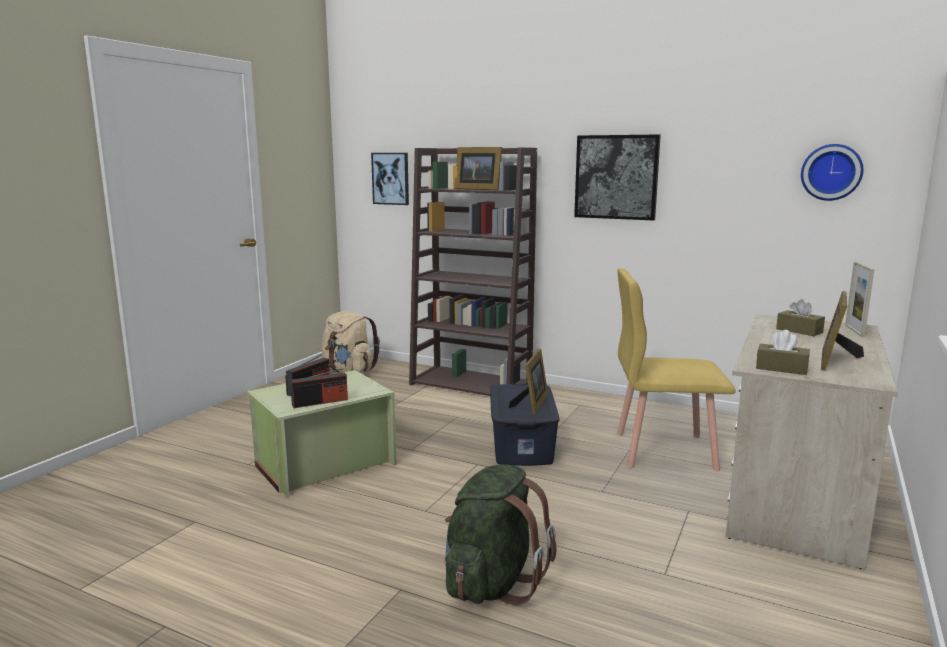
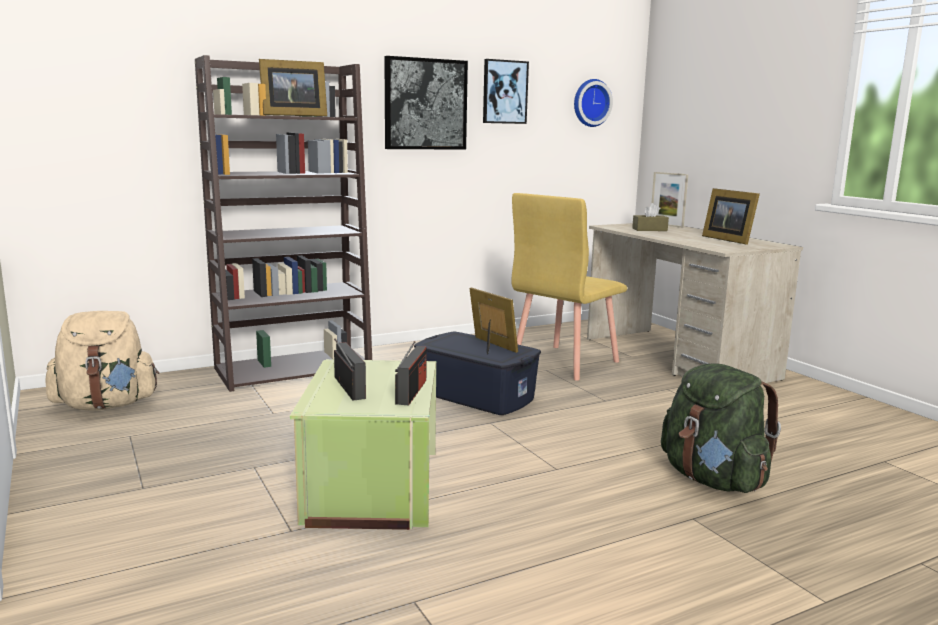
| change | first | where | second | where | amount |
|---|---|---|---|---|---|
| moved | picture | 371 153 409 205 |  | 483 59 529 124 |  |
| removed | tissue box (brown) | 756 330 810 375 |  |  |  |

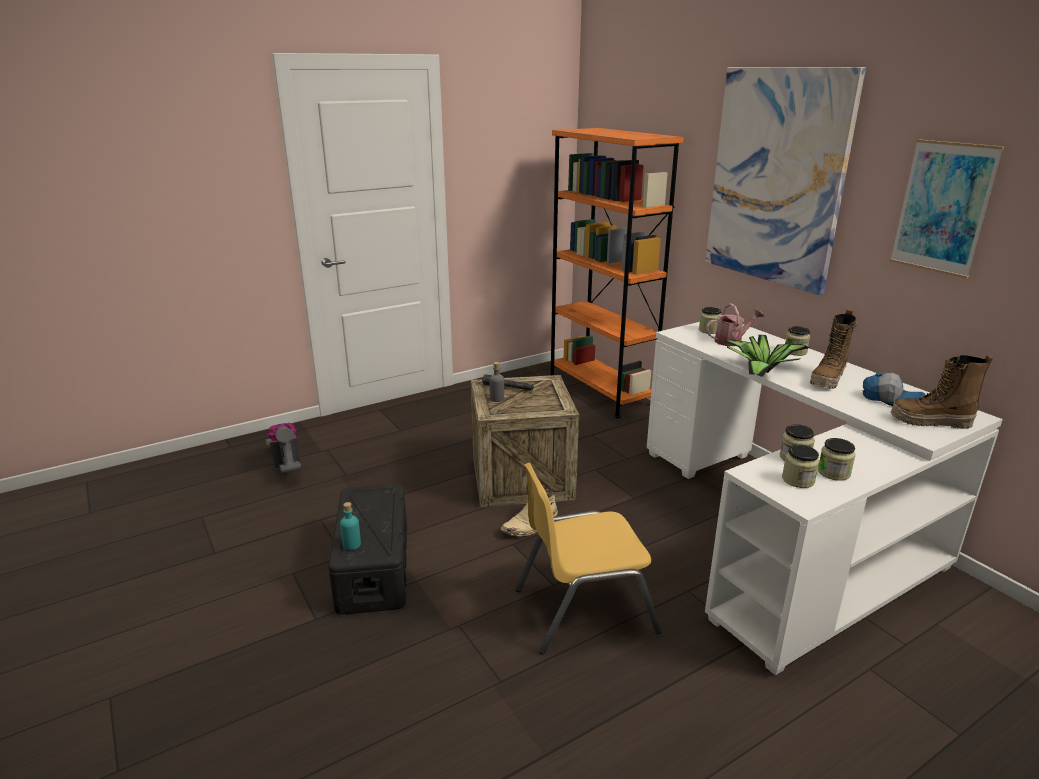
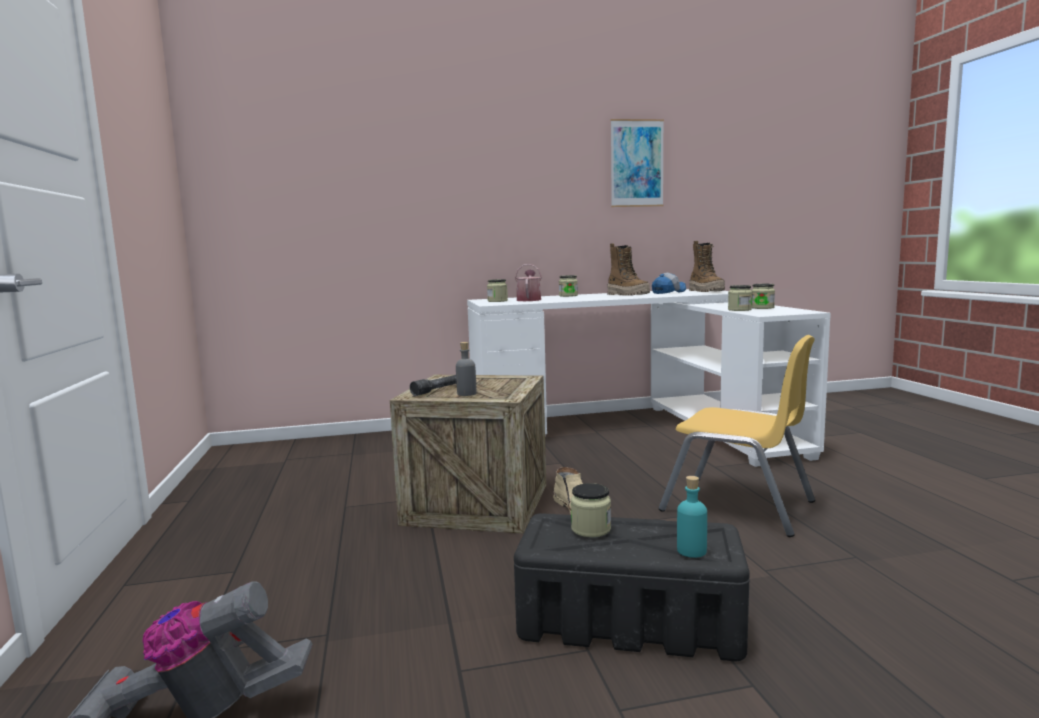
| change | first | where | second | where | amount |
|---|---|---|---|---|---|
| turned | chair (yellow) | 515 463 662 655 |  | 659 335 815 537 | 60 degrees counterclockwise |
| removed | bookcase (orange) | 551 128 684 418 |  |  |  |
| removed | picture | 706 67 866 295 |  |  |  |
| removed | potted plant | 724 335 810 377 |  |  |  |
| moved | jar | 782 445 819 488 |  | 571 483 611 537 |  |
| turned | boot | 890 355 993 429 |  | 689 241 725 292 | 45 degrees counterclockwise |

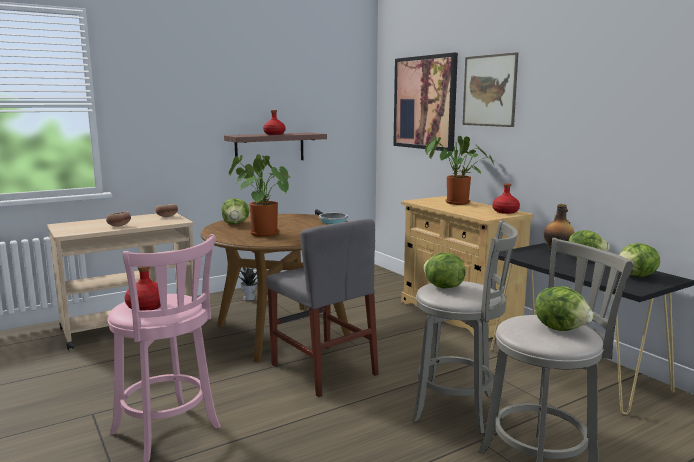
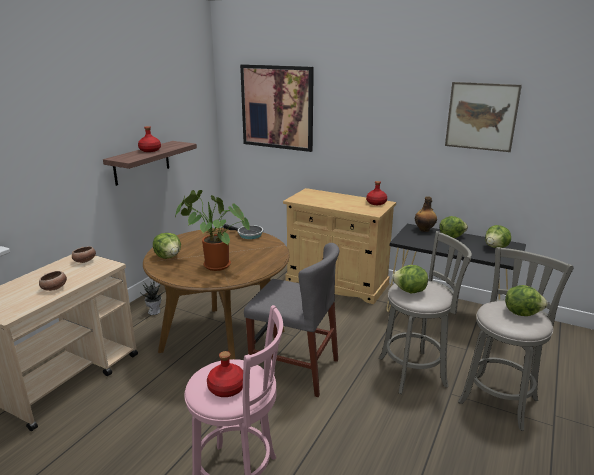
| change | first | where | second | where | amount |
|---|---|---|---|---|---|
| removed | potted plant | 425 136 494 205 |  |  |  |
| moved | picture | 462 52 518 127 |  | 445 82 522 152 |  |

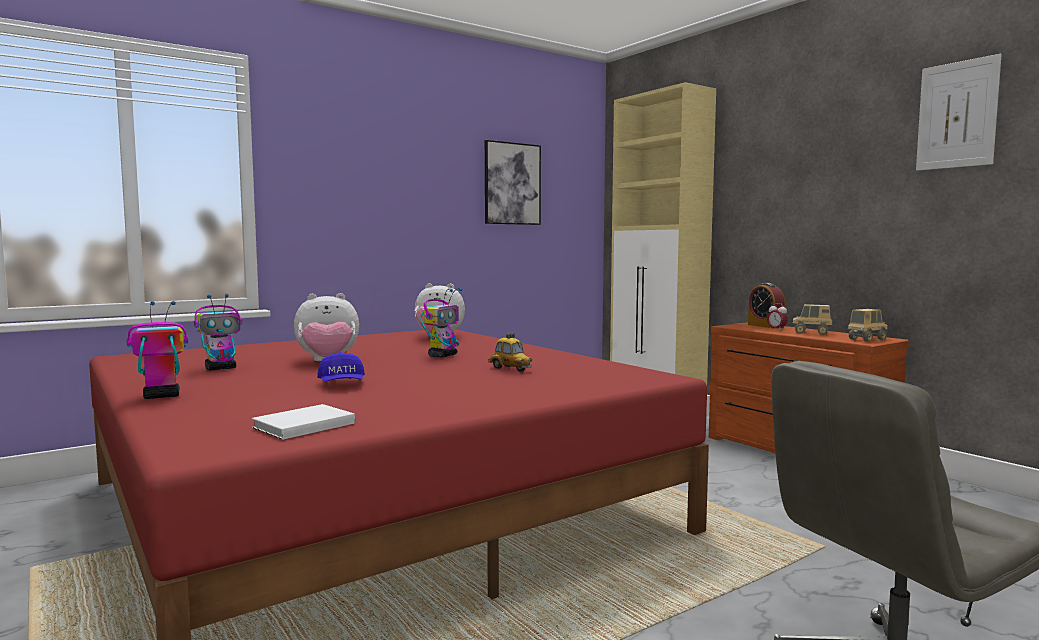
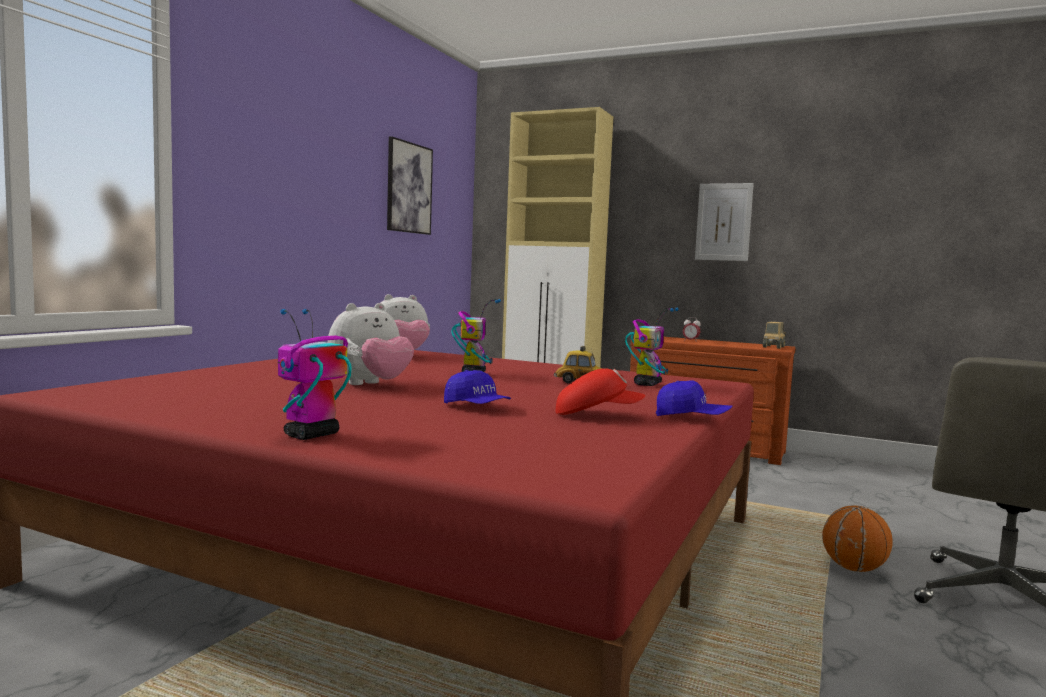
| change | first | where | second | where | amount |
|---|---|---|---|---|---|
| moved | toy robot | 194 294 242 370 |  | 625 307 679 386 |  |
| removed | book (white) | 252 404 355 440 |  |  |  |
| removed | alarm clock | 748 283 785 328 |  |  |  |
| removed | toy truck | 793 304 832 335 |  |  |  |
| moved | picture | 916 54 1002 171 |  | 695 183 754 261 |  |
| added |  |  | cap (red) | 556 368 646 415 |  |
| added |  |  | cap (blue) | 656 381 733 416 |  |
| added |  |  | basketball | 822 505 893 572 |  |

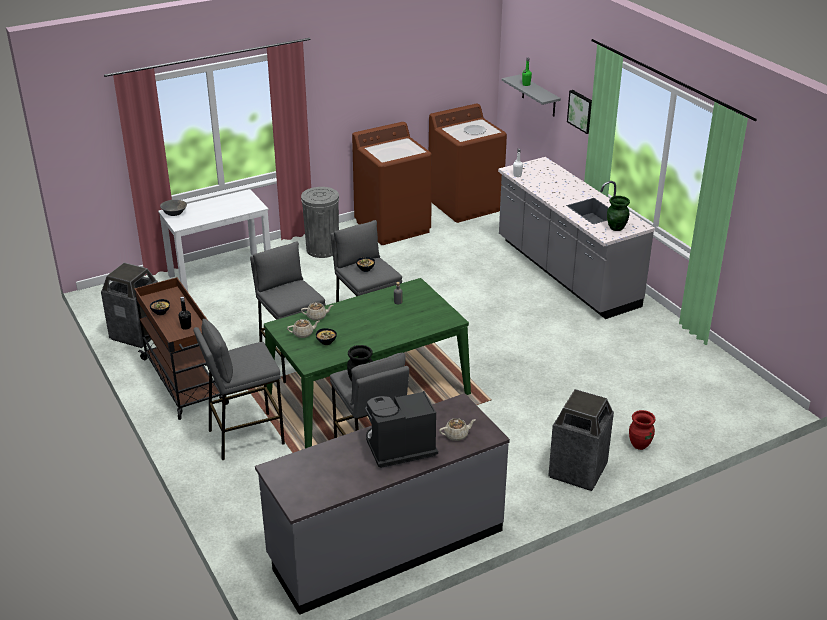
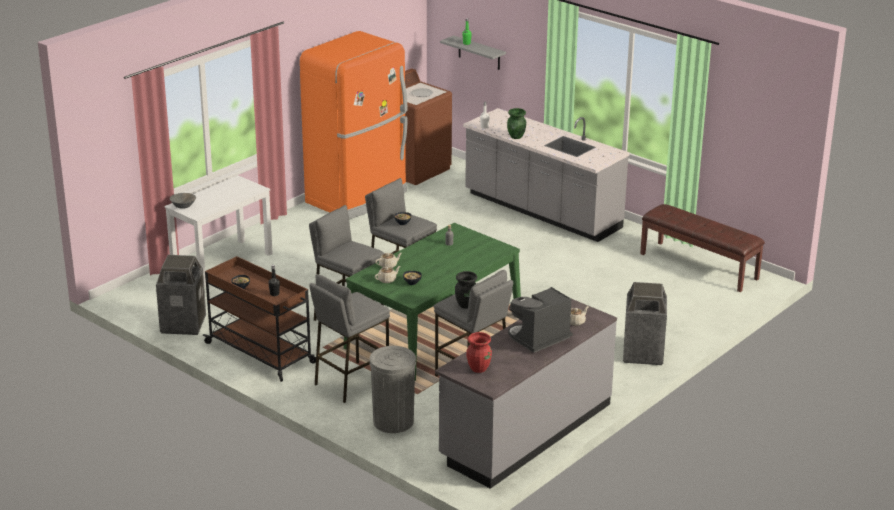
| change | first | where | second | where | amount |
|---|---|---|---|---|---|
| moved | trash can (grey) | 301 187 339 258 |  | 370 346 416 433 |  |
| replaced | washing machine (brown) | 352 122 432 245 | fridge (orange) | 300 31 408 219 |  |
| removed | picture | 567 90 592 134 |  |  |  |
| moved | vase (green) | 607 196 630 231 |  | 507 108 526 139 |  |
| moved | vase (red) | 629 410 656 450 |  | 466 332 492 373 |  |
| added |  |  | bench (brown) | 640 204 765 292 |  |

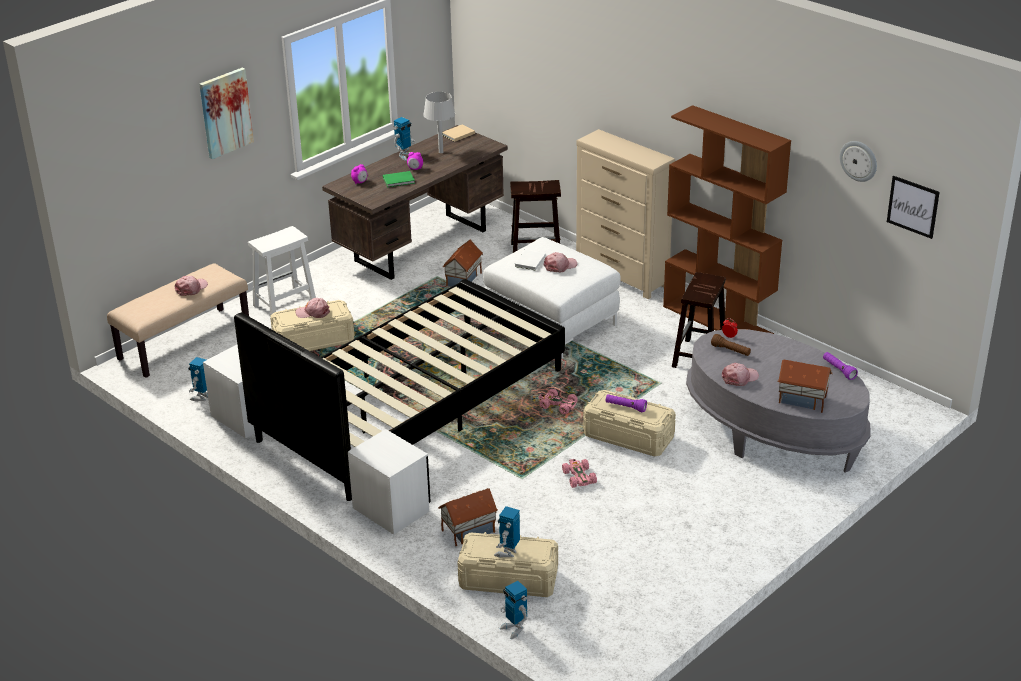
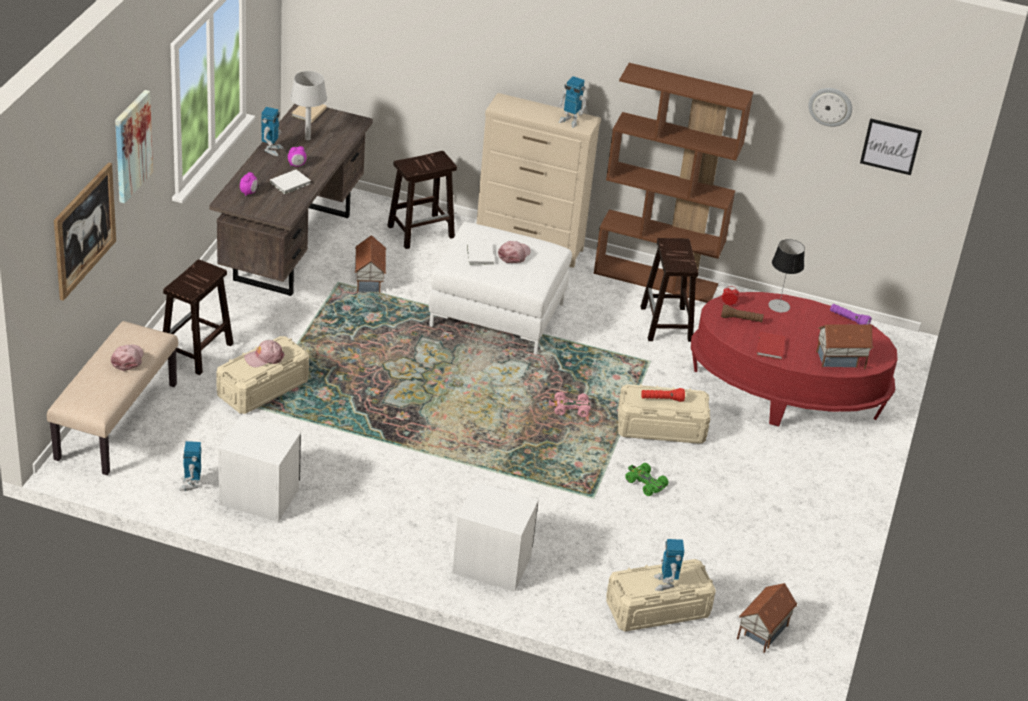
| change | first | where | second | where | amount |
|---|---|---|---|---|---|
| removed | bed (black) | 234 279 565 501 |  |  |  |
| recoloured | stool (white) | 248 226 316 316 | stool (brown) | 163 259 234 375 |  |
| recoloured | book (green) | 383 171 415 187 | book (white) | 270 170 311 194 |  |
| moved | toy house | 438 488 498 546 |  | 737 583 798 653 |  |
| moved | toy robot | 500 581 527 639 |  | 558 76 586 128 |  |
| recoloured | toy car (pink) | 562 459 597 488 | toy car (green) | 625 463 669 496 |  |
| recoloured | flashlight (purple) | 606 394 647 413 | flashlight (red) | 641 388 685 402 |  |
| recoloured | coffee table (grey) | 686 329 871 473 | coffee table (red) | 691 292 898 426 |  |
| replaced | cap (pink) | 722 363 759 386 | book (red) | 756 332 785 360 |  |
| added |  |  | picture | 54 162 116 301 |  |
| added |  |  | table lamp | 768 239 805 313 |  |

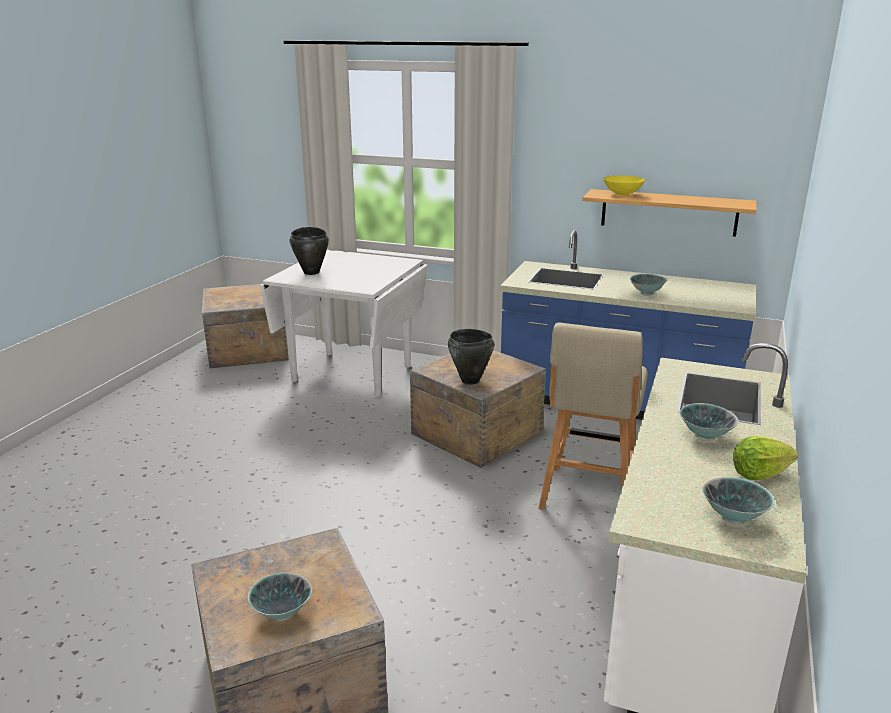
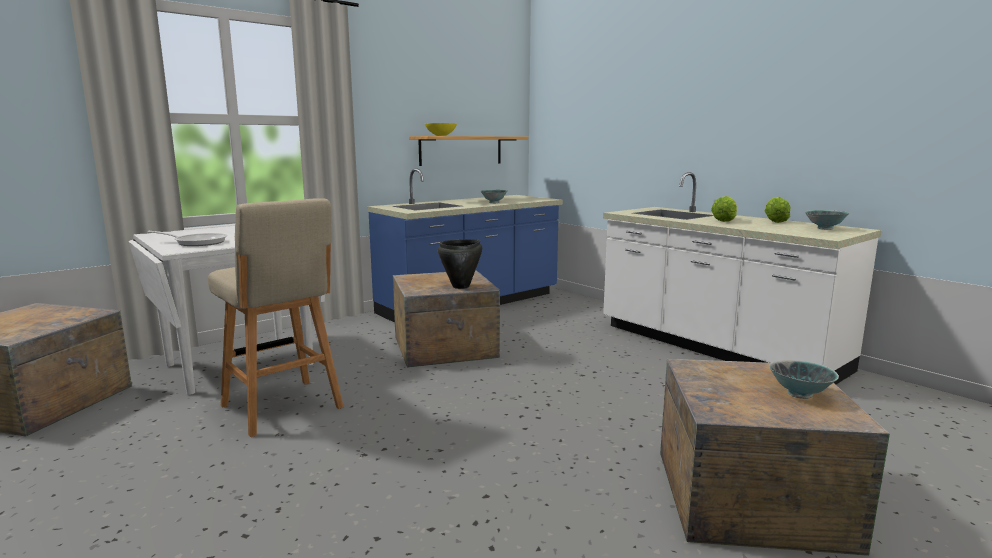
| change | first | where | second | where | amount |
|---|---|---|---|---|---|
| replaced | cooking pot (black) | 290 227 329 275 | frying pan | 147 231 227 246 |  |
| moved | stool (beige) | 538 323 648 510 |  | 208 198 344 437 |  |
| replaced | bowl | 680 403 739 441 | lettuce | 711 196 737 222 |  |

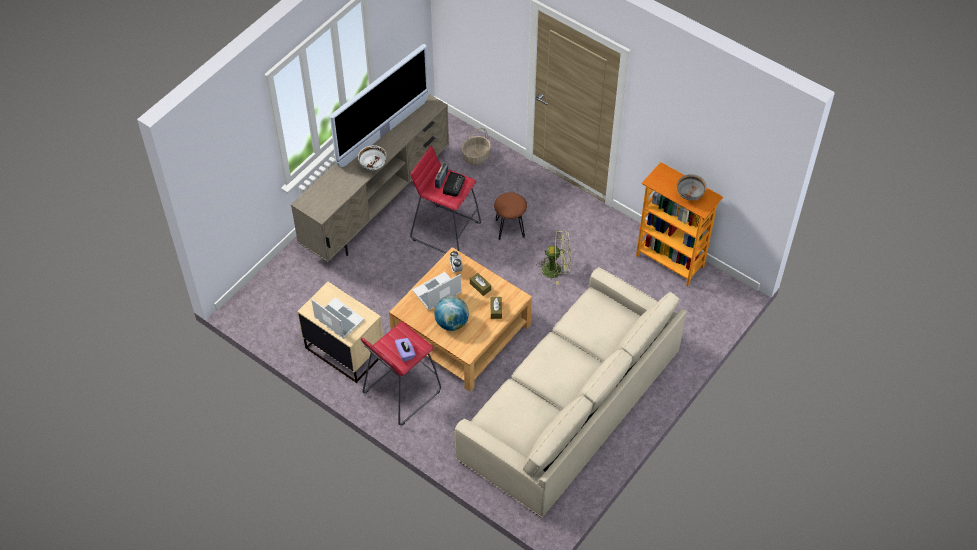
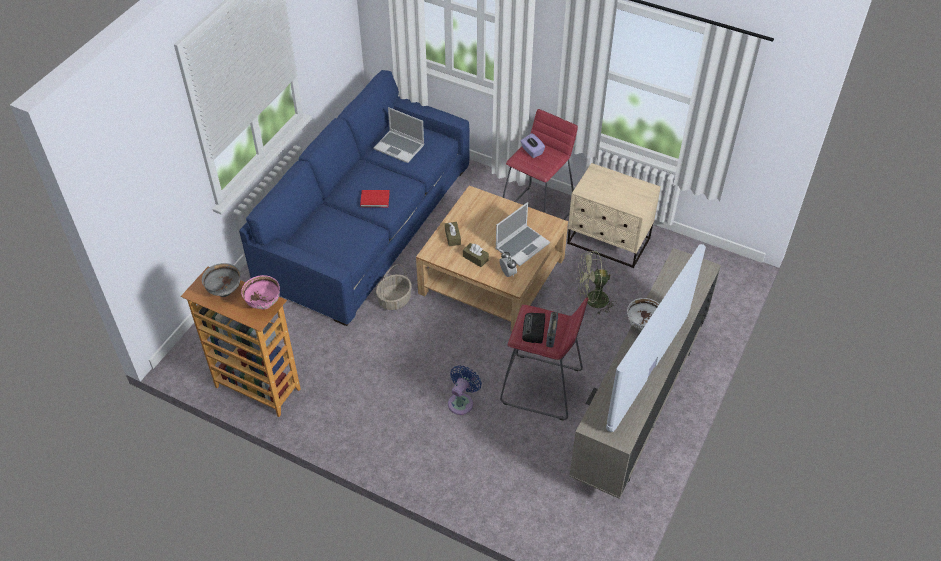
| change | first | where | second | where | amount |
|---|---|---|---|---|---|
| moved | laptop | 311 297 365 339 |  | 373 107 424 163 |  |
| removed | globe | 434 296 469 331 |  |  |  |
| recoloured | sofa (beige) | 454 267 687 518 | sofa (blue) | 239 70 470 326 |  |
| moved | basket | 461 128 491 165 |  | 376 264 412 310 |  |
| replaced | stool (brown) | 494 192 527 240 | fan (blue) | 448 365 482 415 |  |
| moved | fan (green) | 536 230 571 285 |  | 577 251 616 315 |  |
| added |  |  | bowl (pink) | 241 275 280 309 |  |
| added |  |  | book (red) | 360 190 390 207 |  |

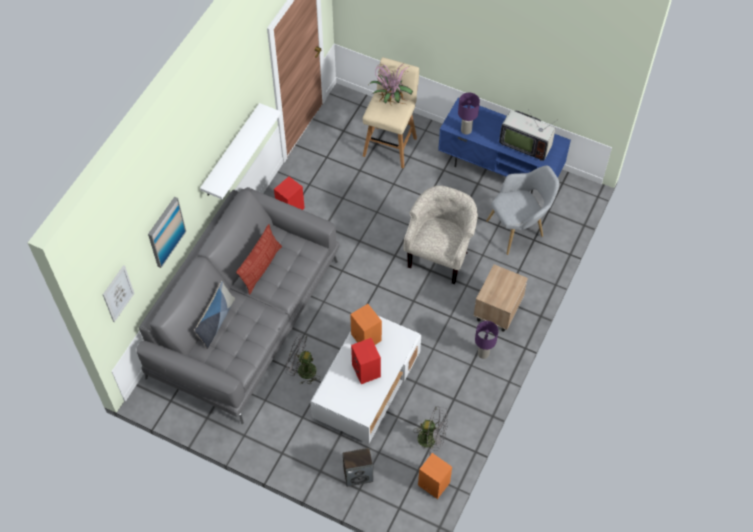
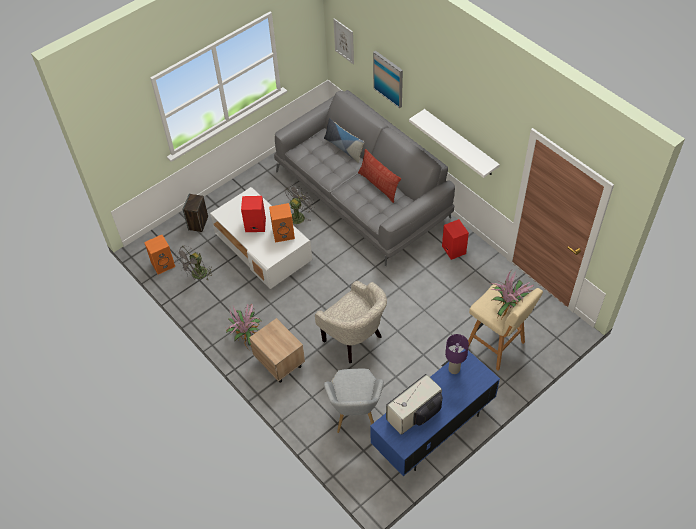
| change | first | where | second | where | amount |
|---|---|---|---|---|---|
| replaced | table lamp (purple) | 475 321 498 359 | potted plant | 226 304 262 350 |  |

